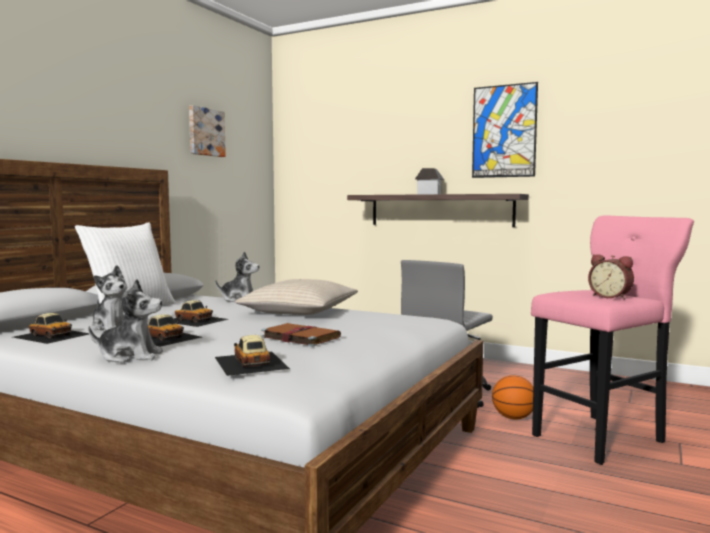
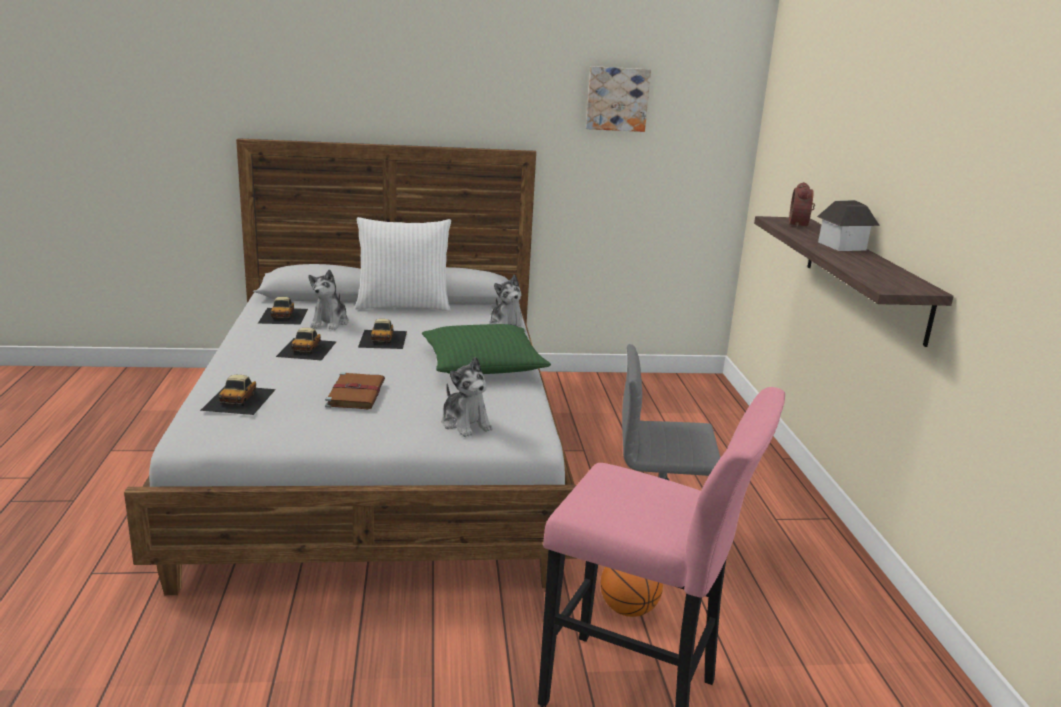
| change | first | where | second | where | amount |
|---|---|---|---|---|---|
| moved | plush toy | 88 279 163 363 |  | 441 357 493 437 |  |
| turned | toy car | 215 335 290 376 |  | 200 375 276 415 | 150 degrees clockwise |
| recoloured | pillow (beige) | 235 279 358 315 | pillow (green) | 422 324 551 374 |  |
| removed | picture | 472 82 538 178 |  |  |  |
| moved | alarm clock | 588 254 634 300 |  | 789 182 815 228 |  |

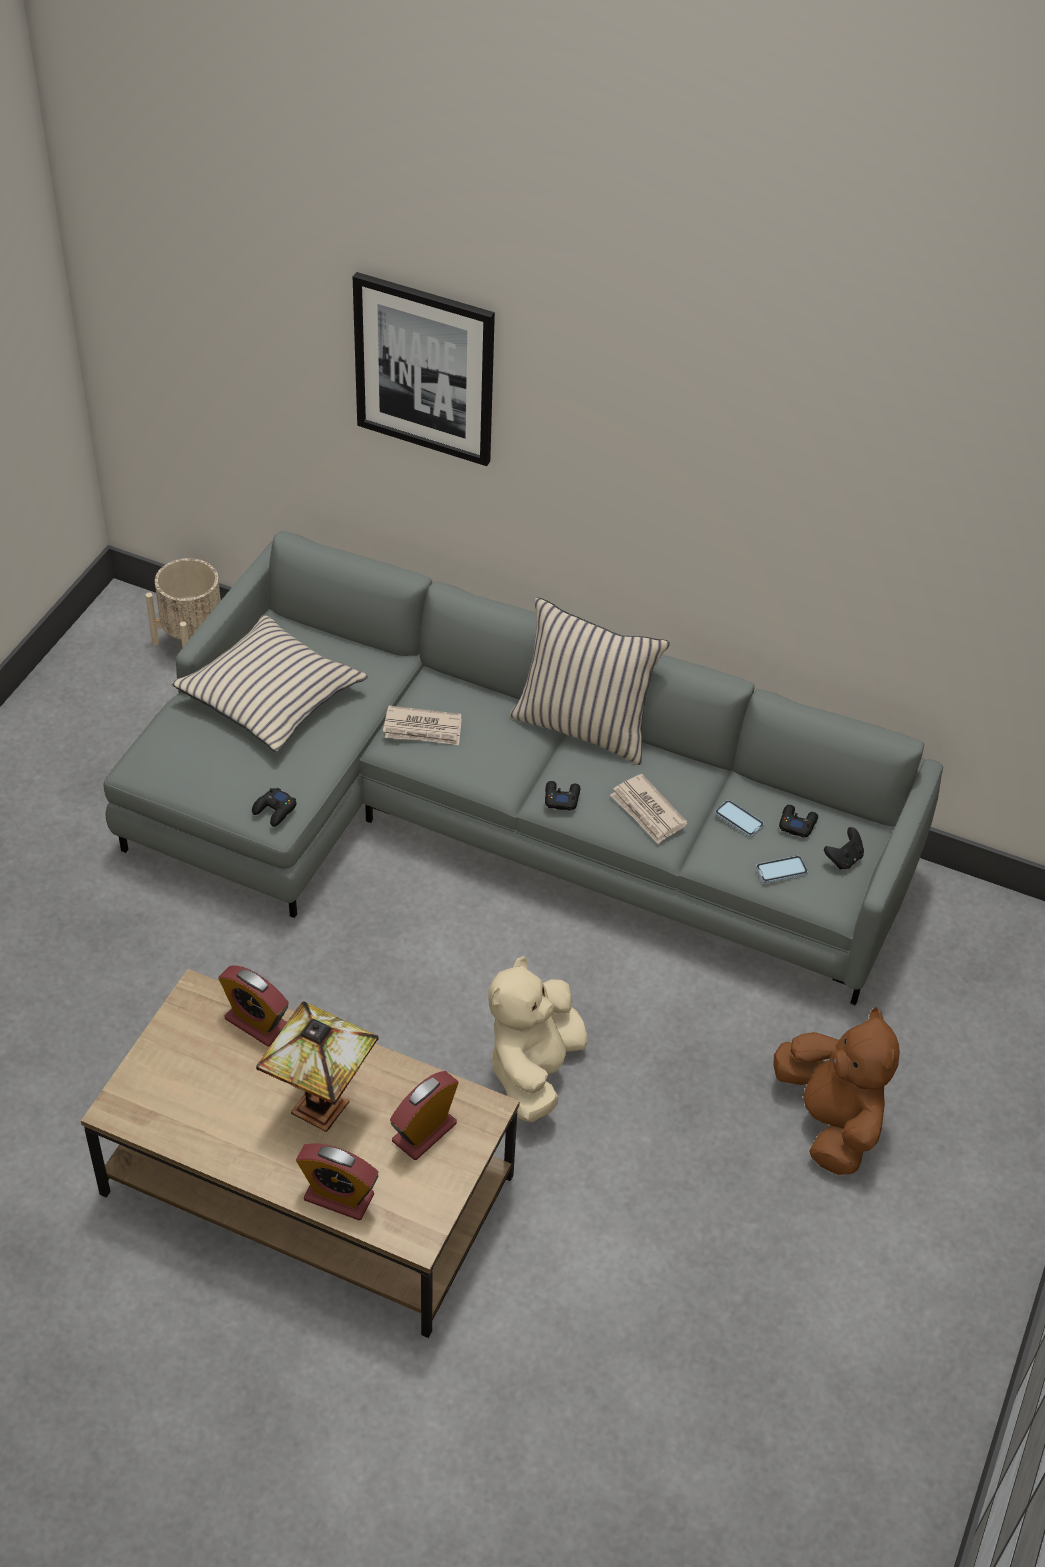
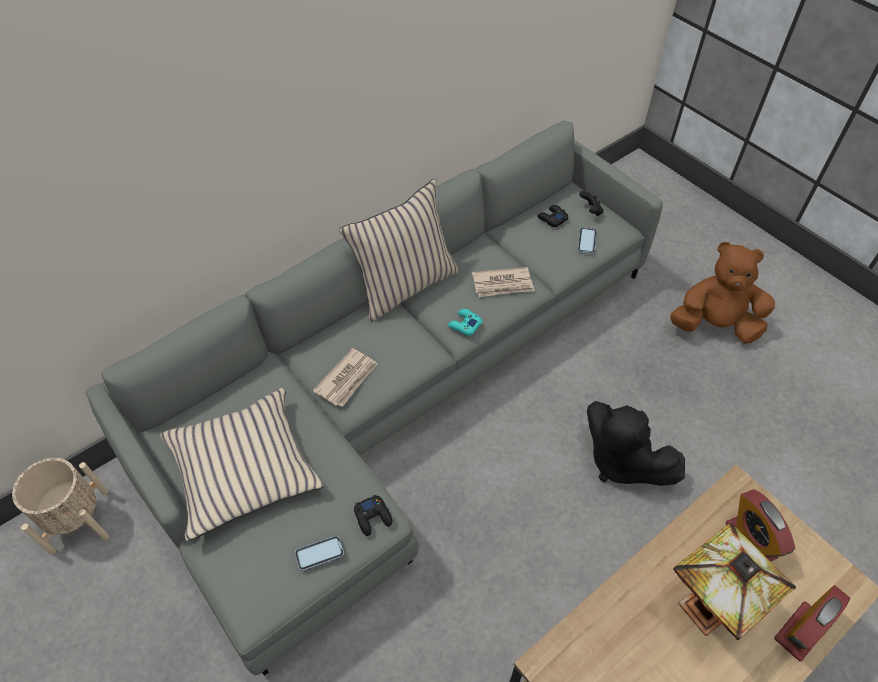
| change | first | where | second | where | amount |
|---|---|---|---|---|---|
| removed | alarm clock | 218 966 289 1047 |  |  |  |
| removed | picture | 353 272 495 466 |  |  |  |
| recoloured | plush toy (beige) | 488 956 588 1122 | plush toy (black) | 587 401 685 486 |  |
| recoloured | game controller (black) | 545 781 580 811 | game controller (turquoise) | 448 309 482 336 |  |
| moved | phone | 715 800 764 837 |  | 295 536 344 571 |  |

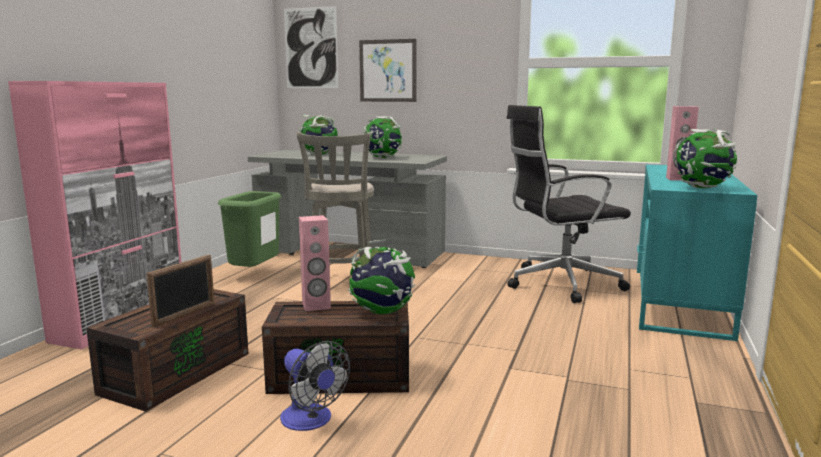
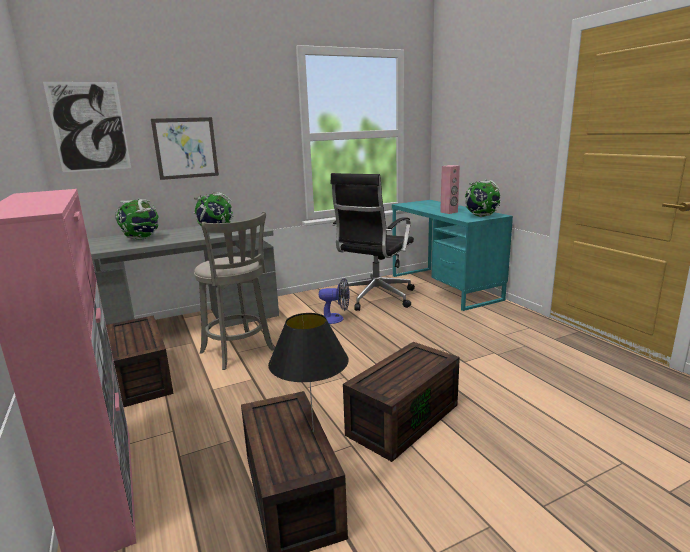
| change | first | where | second | where | amount |
|---|---|---|---|---|---|
| replaced | picture frame | 146 255 215 328 | table lamp (black) | 268 313 349 432 |  |
| replaced | trash can (green) | 218 191 281 267 | storage box (brown) | 106 315 174 407 |  |
| moved | fan | 280 341 350 431 |  | 319 278 350 324 |  |
| removed | speaker (pink) | 299 215 331 311 |  |  |  |
| removed | globe | 348 240 416 314 |  |  |  |

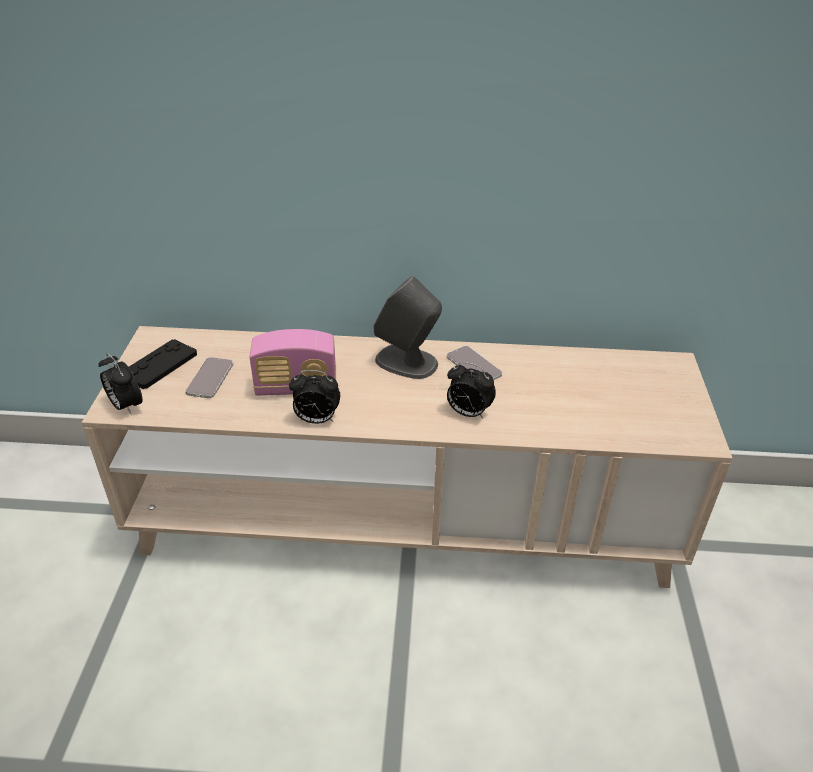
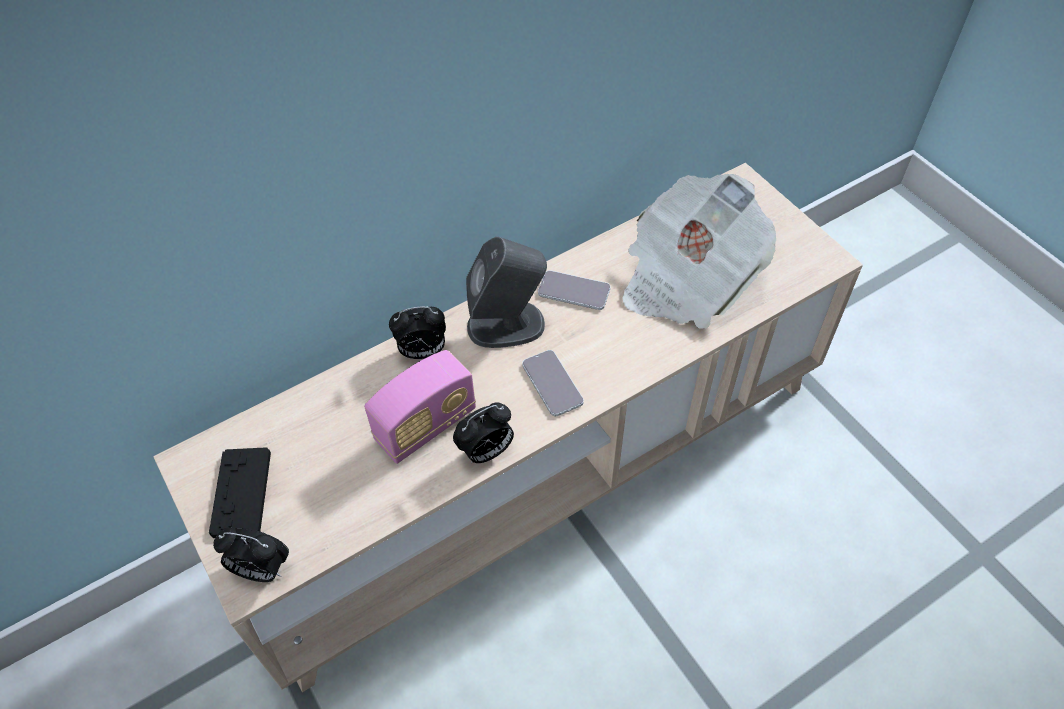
| change | first | where | second | where | amount |
|---|---|---|---|---|---|
| moved | phone | 185 357 233 398 |  | 522 350 584 416 |  |
| moved | alarm clock | 447 362 496 419 |  | 389 306 446 359 |  |
| added |  |  | newspaper | 622 174 776 329 |  |

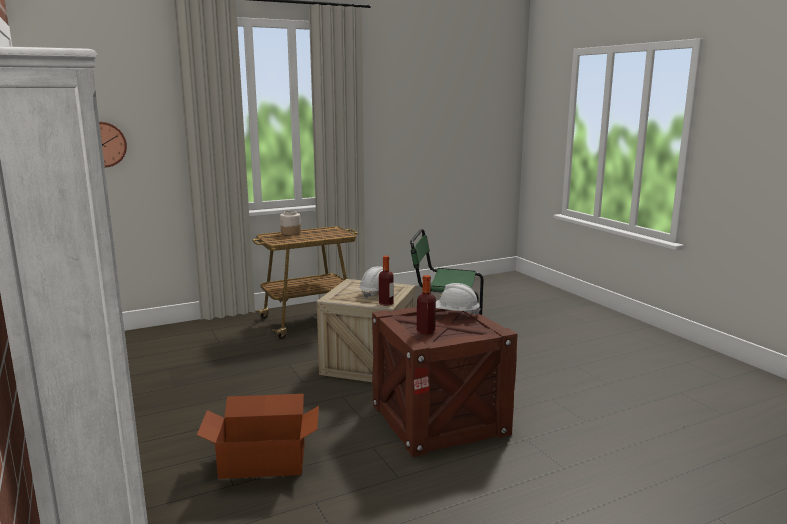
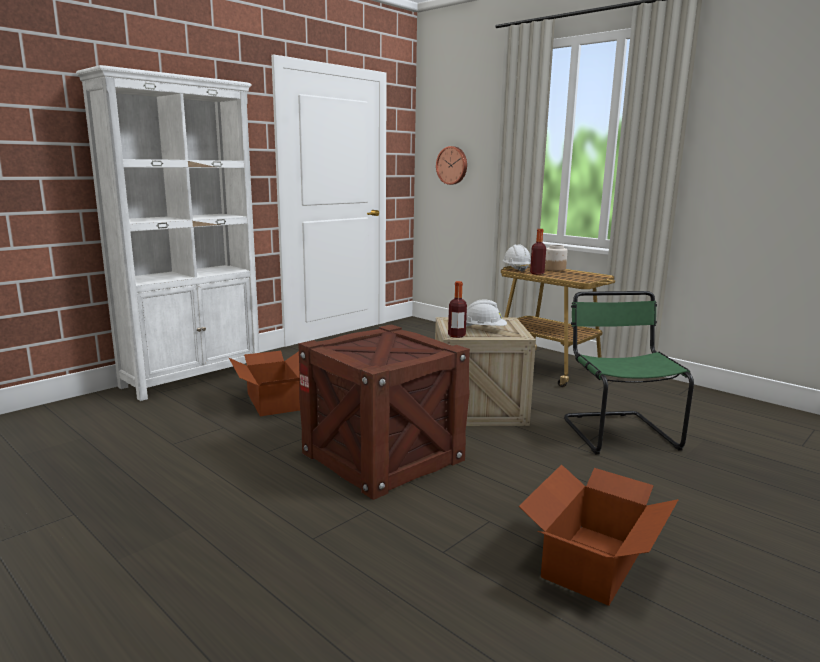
| change | first | where | second | where | amount |
|---|---|---|---|---|---|
| moved | bottle | 417 275 436 335 |  | 530 229 546 275 |  |
| moved | hard hat (white) | 436 283 480 315 |  | 502 245 531 272 |  |
| added |  |  | cardboard box | 519 464 679 606 |  |

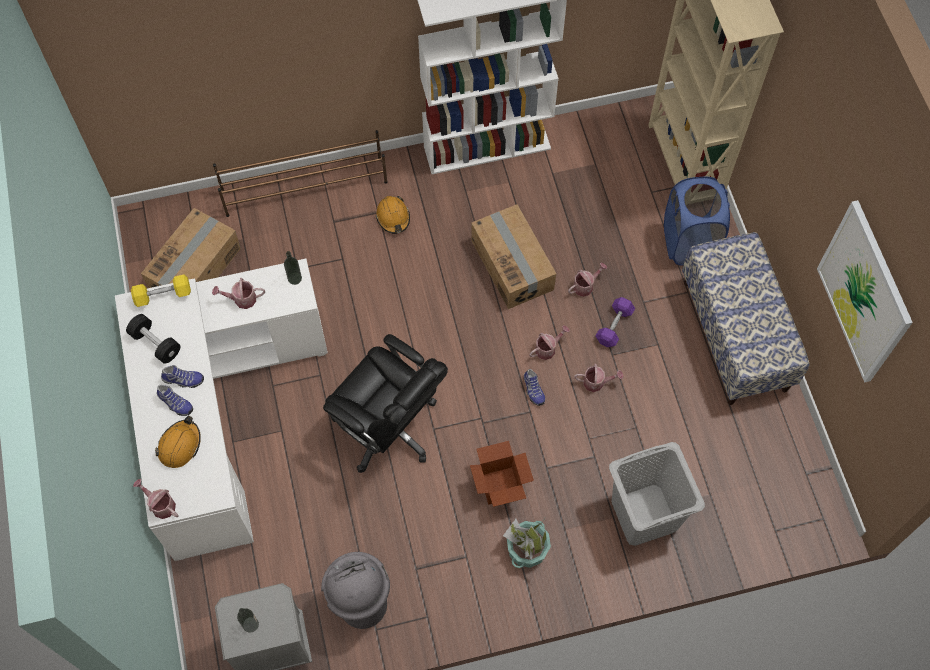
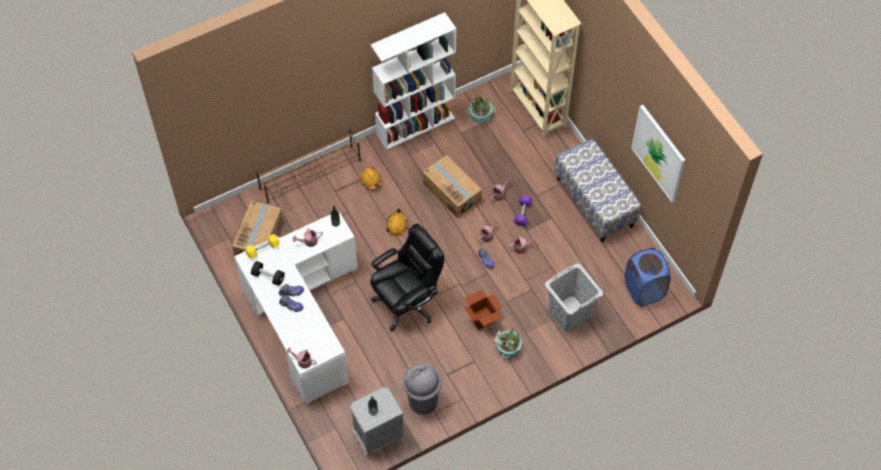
| change | first | where | second | where | amount |
|---|---|---|---|---|---|
| moved | hard hat (orange) | 155 416 201 468 |  | 386 208 408 236 |  |
| turned | office chair (black) | 323 334 448 473 |  | 370 223 444 331 | 60 degrees counterclockwise |
| moved | laundry basket (blue) | 664 177 730 266 |  | 625 248 671 306 |  |
| added |  |  | potted plant | 464 96 495 123 |  |

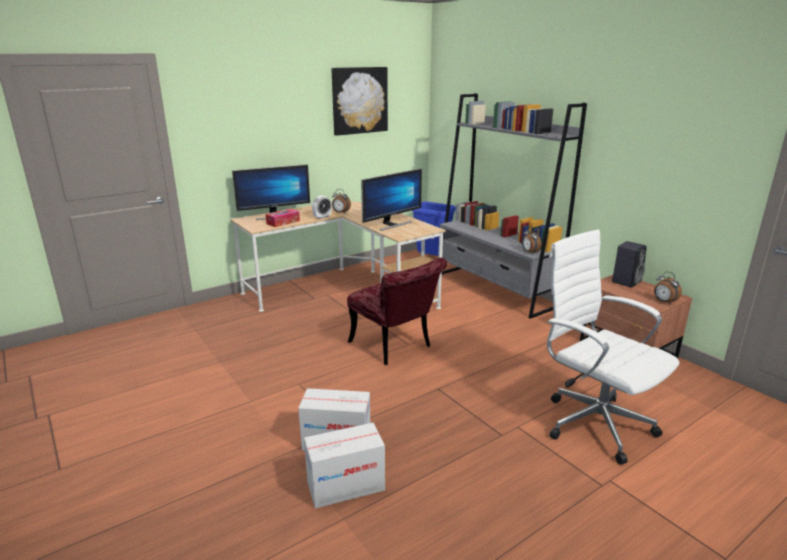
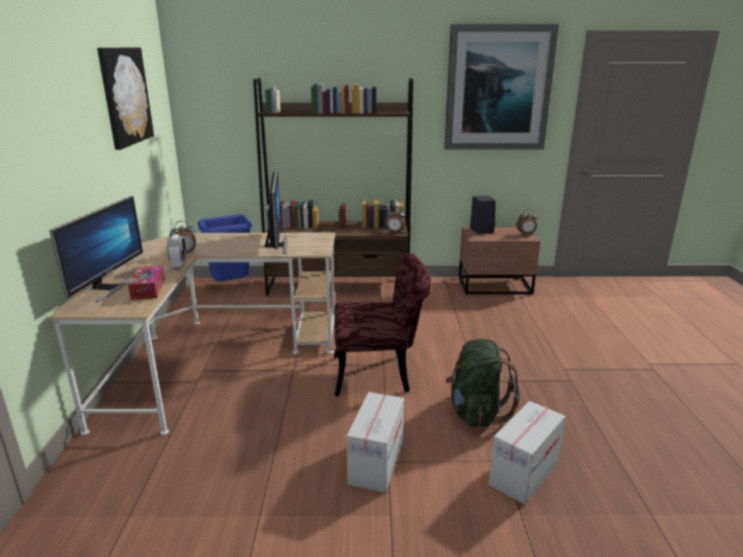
| change | first | where | second | where | amount |
|---|---|---|---|---|---|
| moved | cardboard box | 304 423 385 508 |  | 346 392 404 492 |  |
| recoloured | bookcase (grey) | 440 93 587 319 | bookcase (brown) | 253 78 413 296 |  |
| removed | office chair (white) | 547 229 679 464 |  |  |  |
| added |  |  | picture | 444 24 559 150 |  |
| added |  |  | backpack (green) | 445 339 520 428 |  |

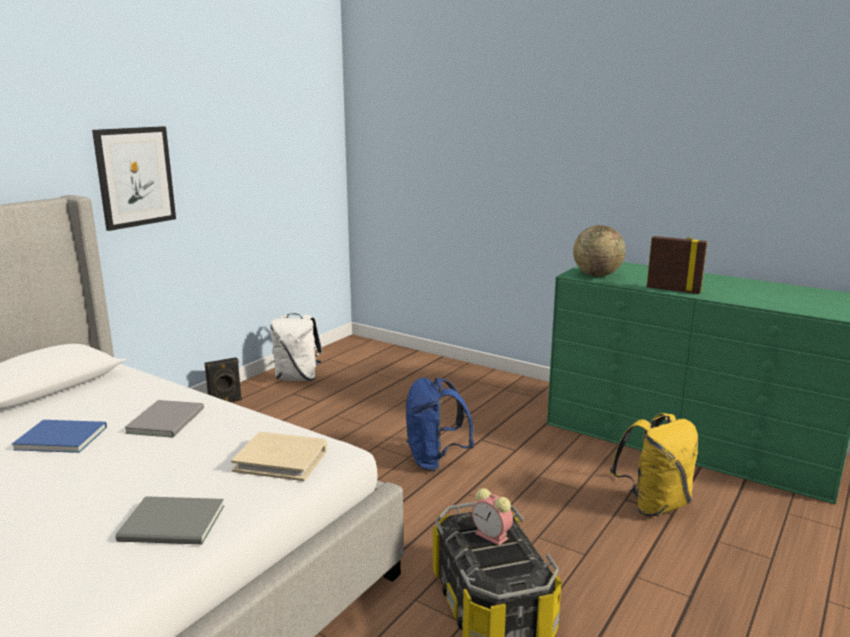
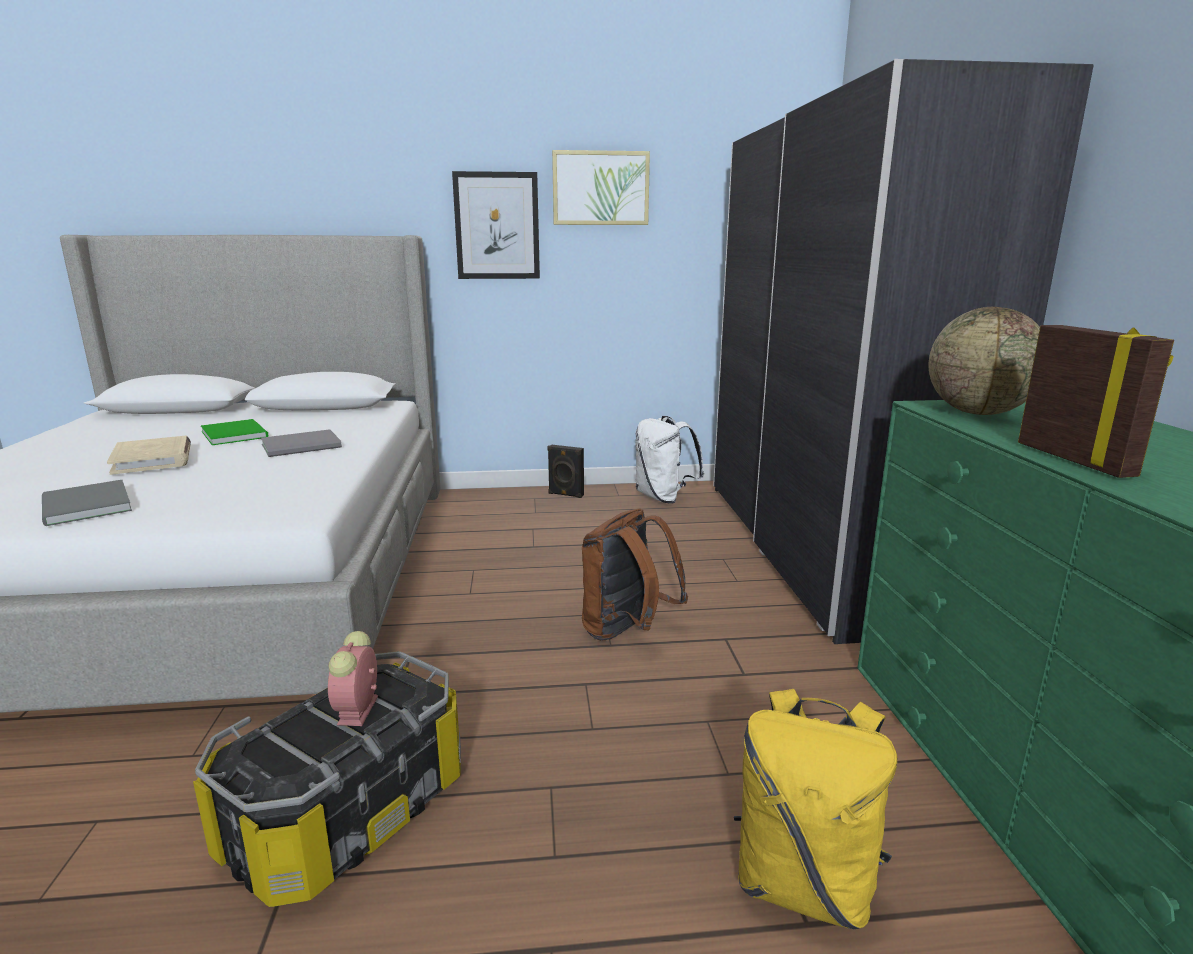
| change | first | where | second | where | amount |
|---|---|---|---|---|---|
| recoloured | book (blue) | 12 420 107 453 | book (green) | 201 419 269 445 |  |
| moved | book (beige) | 231 432 327 481 |  | 107 436 191 475 |  |
| recoloured | backpack (blue) | 406 378 474 471 | backpack (brown) | 582 509 688 641 |  |
| added |  |  | picture | 552 150 650 225 |  |
| added |  |  | wardrobe (grey) | 713 59 1094 644 |  |

